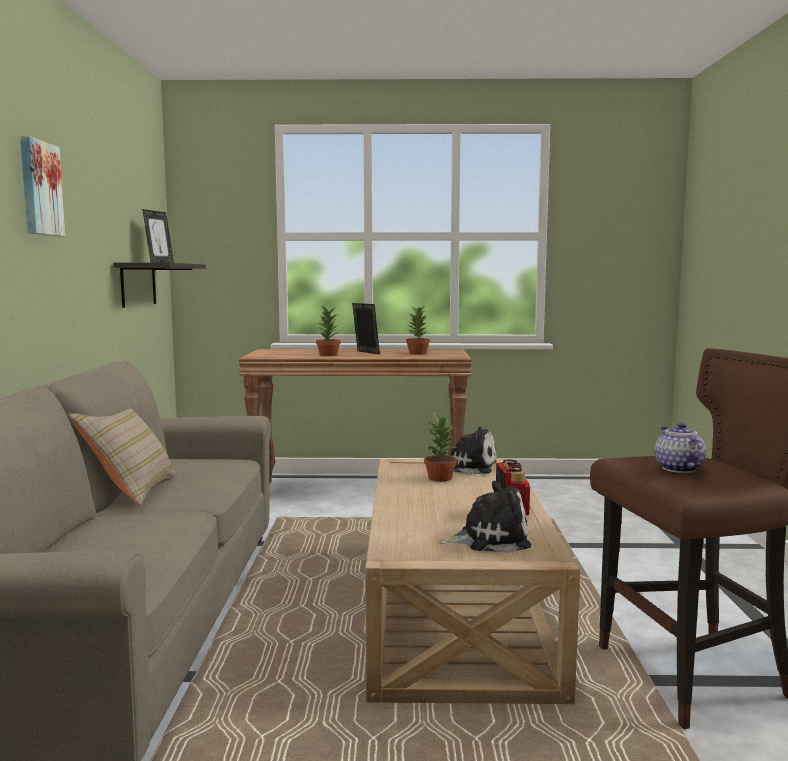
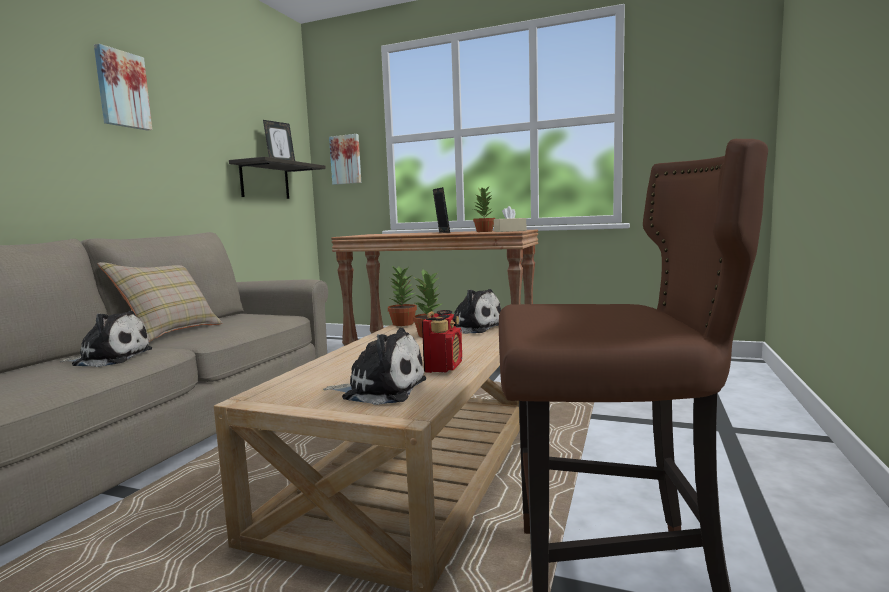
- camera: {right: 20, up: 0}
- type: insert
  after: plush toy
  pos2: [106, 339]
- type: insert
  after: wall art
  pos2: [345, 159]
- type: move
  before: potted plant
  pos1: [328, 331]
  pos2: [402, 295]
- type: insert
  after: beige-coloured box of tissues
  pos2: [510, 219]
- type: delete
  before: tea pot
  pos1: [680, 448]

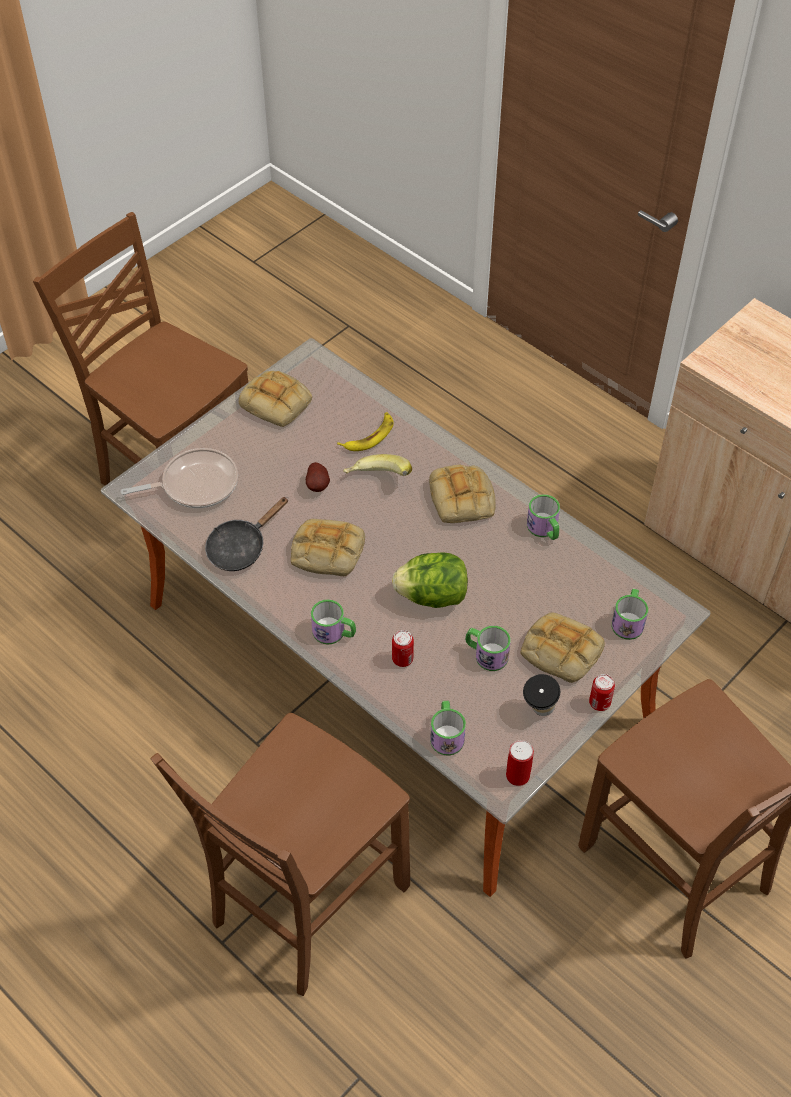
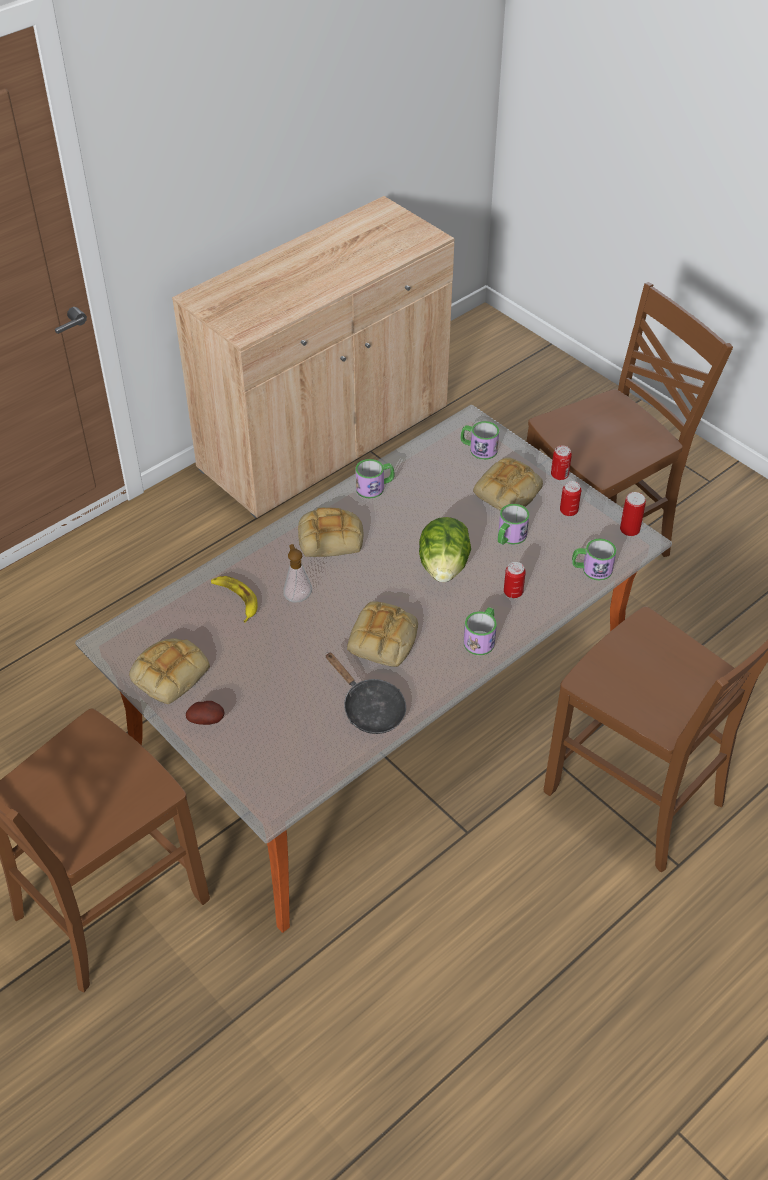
- camera: {right: -85, up: -5}
- type: move
  before: spud
  pos1: [318, 477]
  pos2: [205, 713]
- type: replace
  before: banana fruit
  after: liquid soap bottle
  pos1: [377, 465]
  pos2: [297, 573]
- type: replace
  before: cup
  after: metal can
  pos1: [541, 695]
  pos2: [570, 498]
- type: delete
  before: skillet
  pos1: [179, 478]

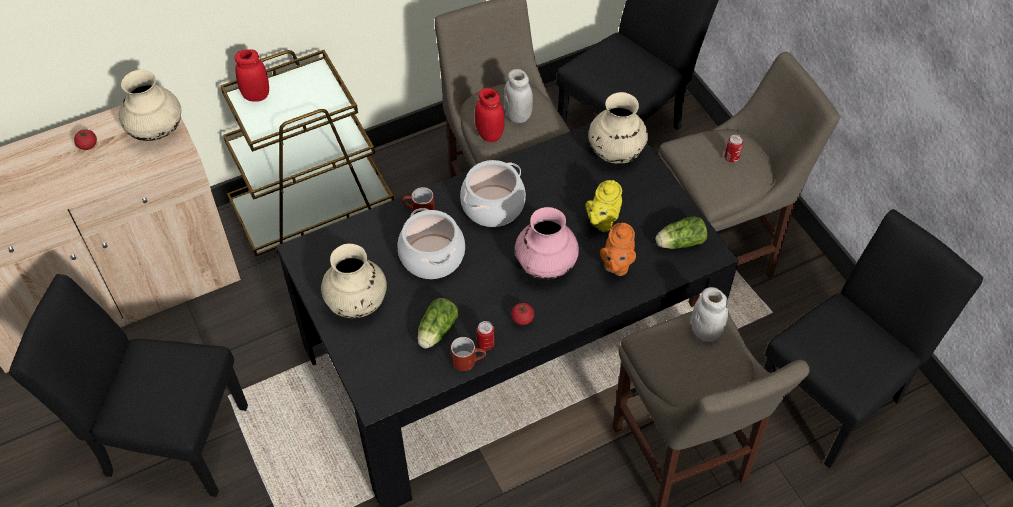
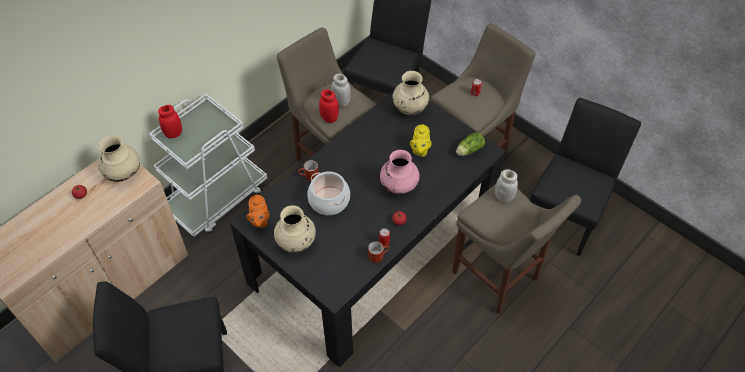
- camera: {right: -20, up: 0}
- type: recolor
  before: brown-coloured cart
  after: white-coloured cart
  pos1: [307, 153]
  pos2: [208, 165]
- type: move
  before: orange tea pot
  pos1: [618, 249]
  pos2: [258, 211]
- type: delete
  before: head of lettuce
  pos1: [437, 323]
- type: delete
  before: cooking pot
  pos1: [493, 193]

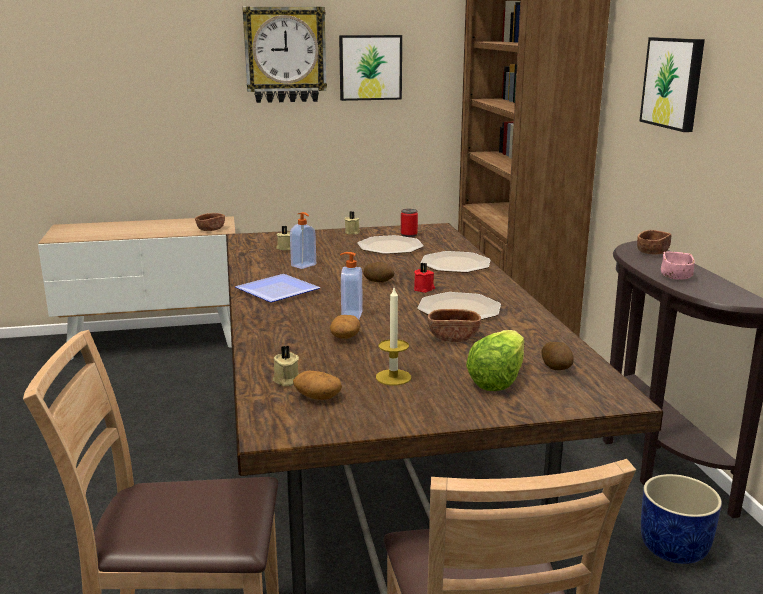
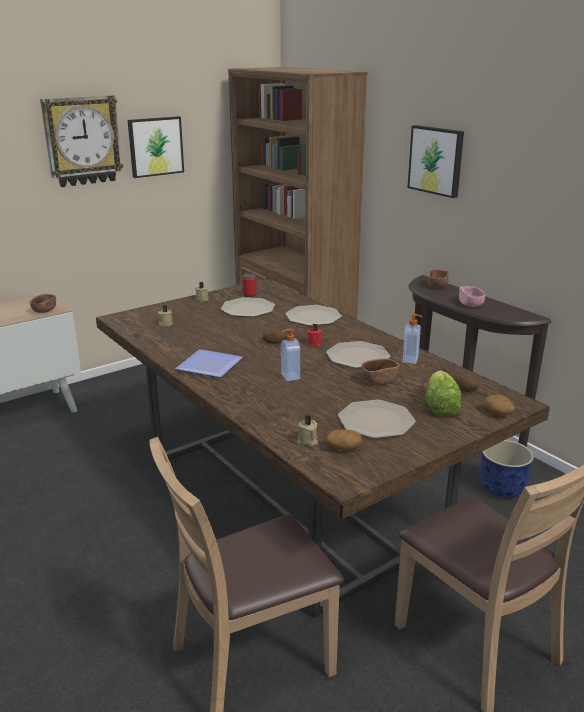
- camera: {right: -25, up: 5}
- type: replace
  before: candle
  after: dinner plate
  pos1: [393, 336]
  pos2: [377, 419]
- type: move
  before: liquid soap bottle
  pos1: [303, 240]
  pos2: [412, 339]
- type: move
  before: spud
  pos1: [345, 327]
  pos2: [499, 405]

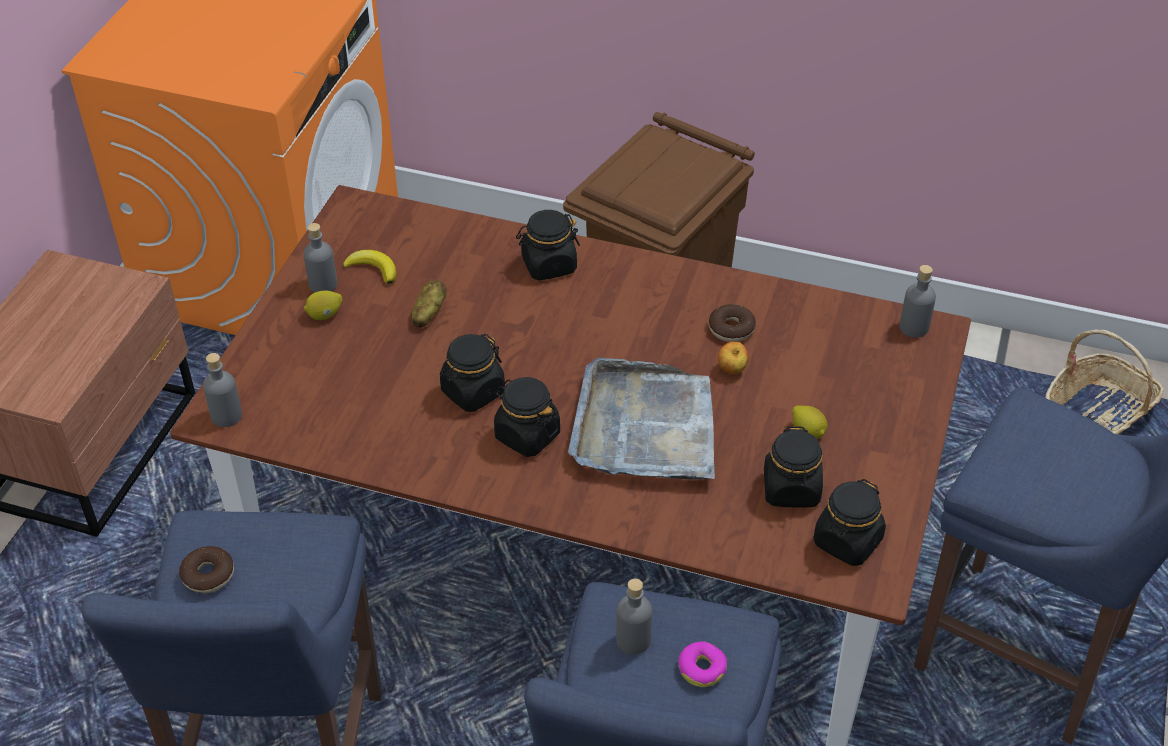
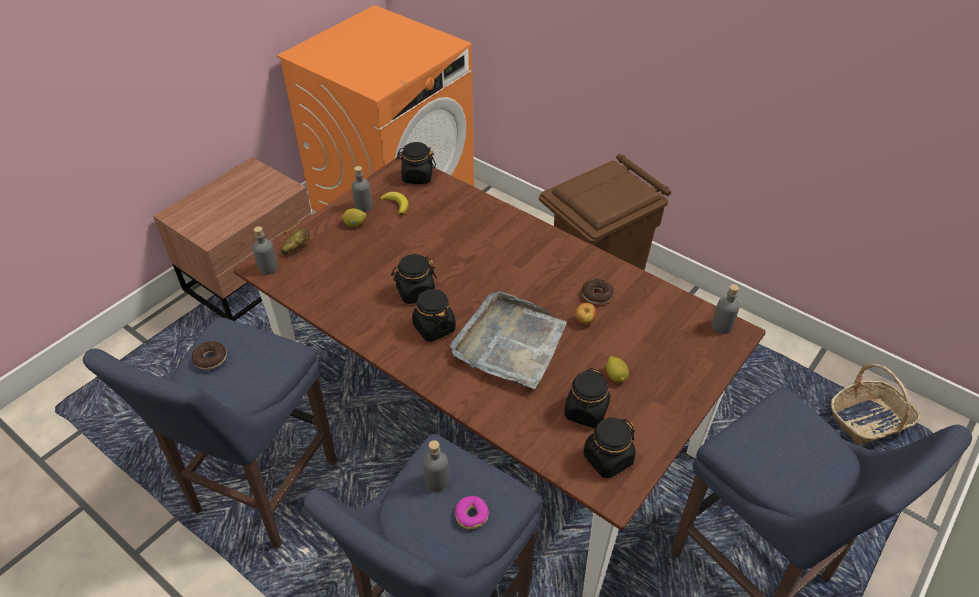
- camera: {right: 20, up: 0}
- type: move
  before: spud
  pos1: [429, 304]
  pos2: [295, 241]
- type: move
  before: black-coloured storage jar
  pos1: [548, 245]
  pos2: [416, 163]

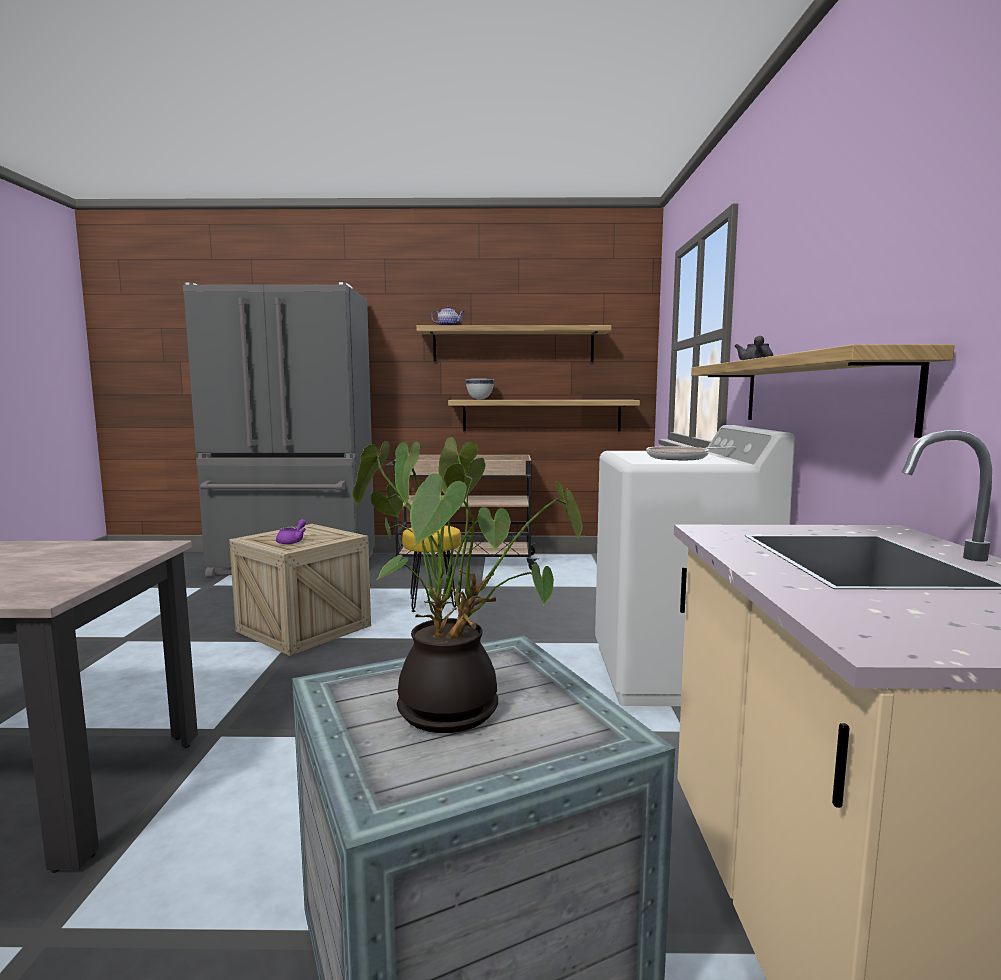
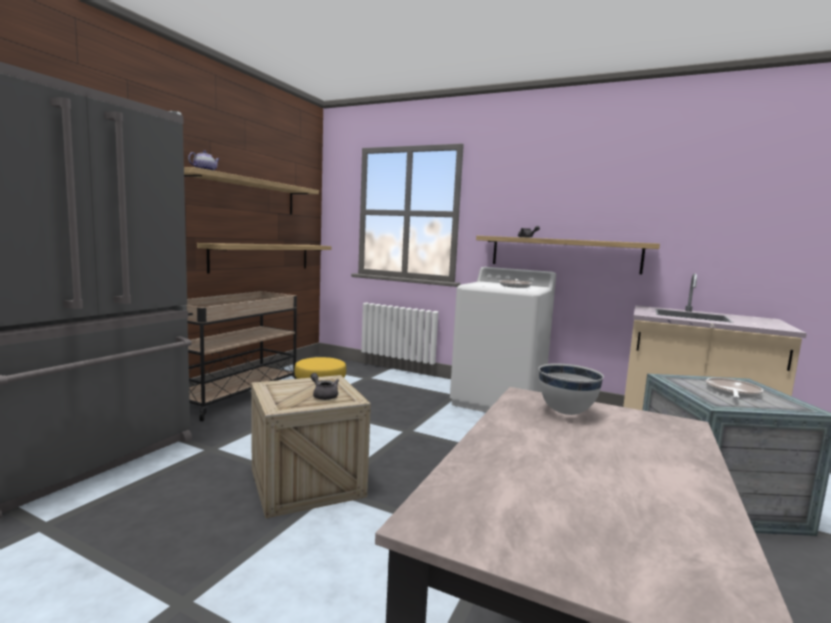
- camera: {right: -65, up: 0}
- type: recolor
  before: purple tea pot
  after: gray tea pot
  pos1: [291, 531]
  pos2: [325, 386]
- type: move
  before: white-coloured deep dish
  pos1: [479, 389]
  pos2: [571, 389]
- type: replace
  before: potted plant
  after: skillet
  pos1: [468, 585]
  pos2: [734, 388]

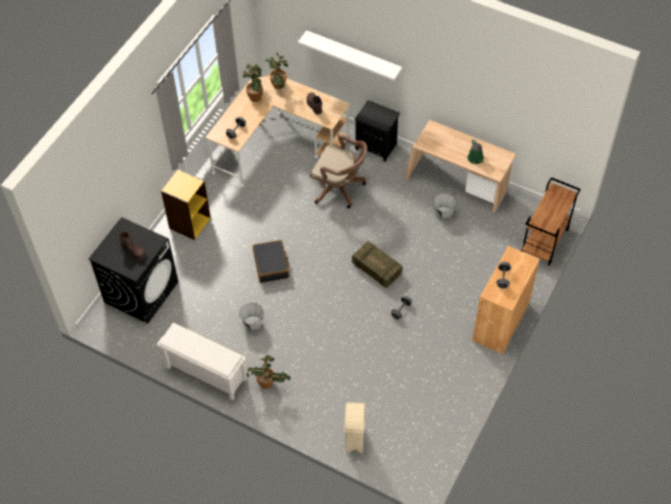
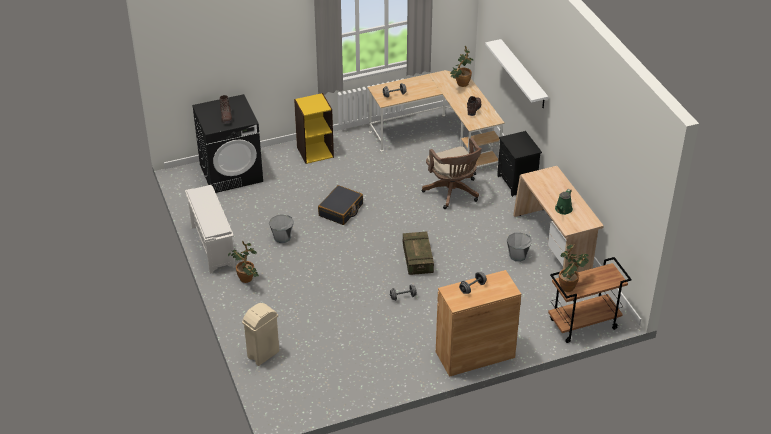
- camera: {right: 40, up: -15}
- type: move
  before: potted plant
  pos1: [253, 82]
  pos2: [574, 268]

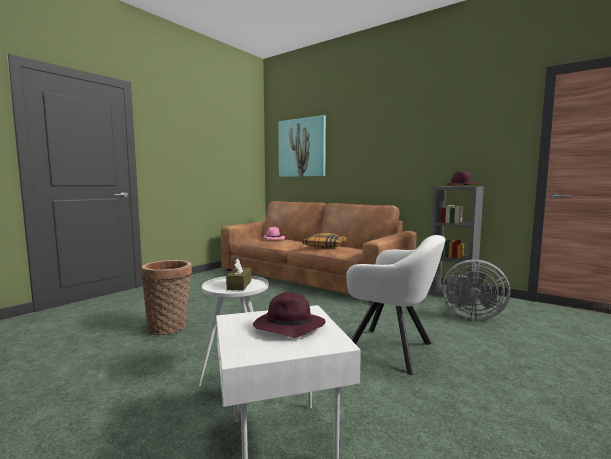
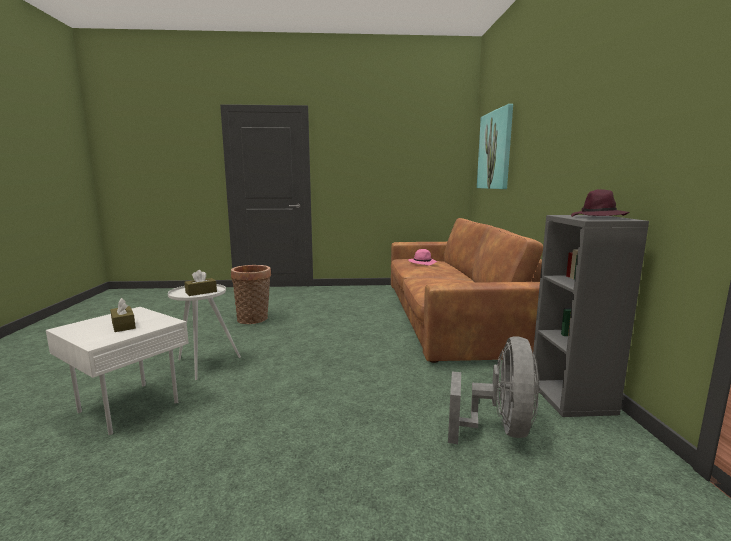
- camera: {right: 50, up: 5}
- type: replace
  before: purple clothing hat
  after: brown-coloured box of tissues
  pos1: [289, 315]
  pos2: [123, 315]
- type: rotate
  before: gray electric fan
  pos1: [476, 289]
  pos2: [494, 390]
  turn: -150
- type: delete
  before: throw pillow
  pos1: [324, 240]
- type: delete
  before: white-coloured lounge chair
  pos1: [396, 305]

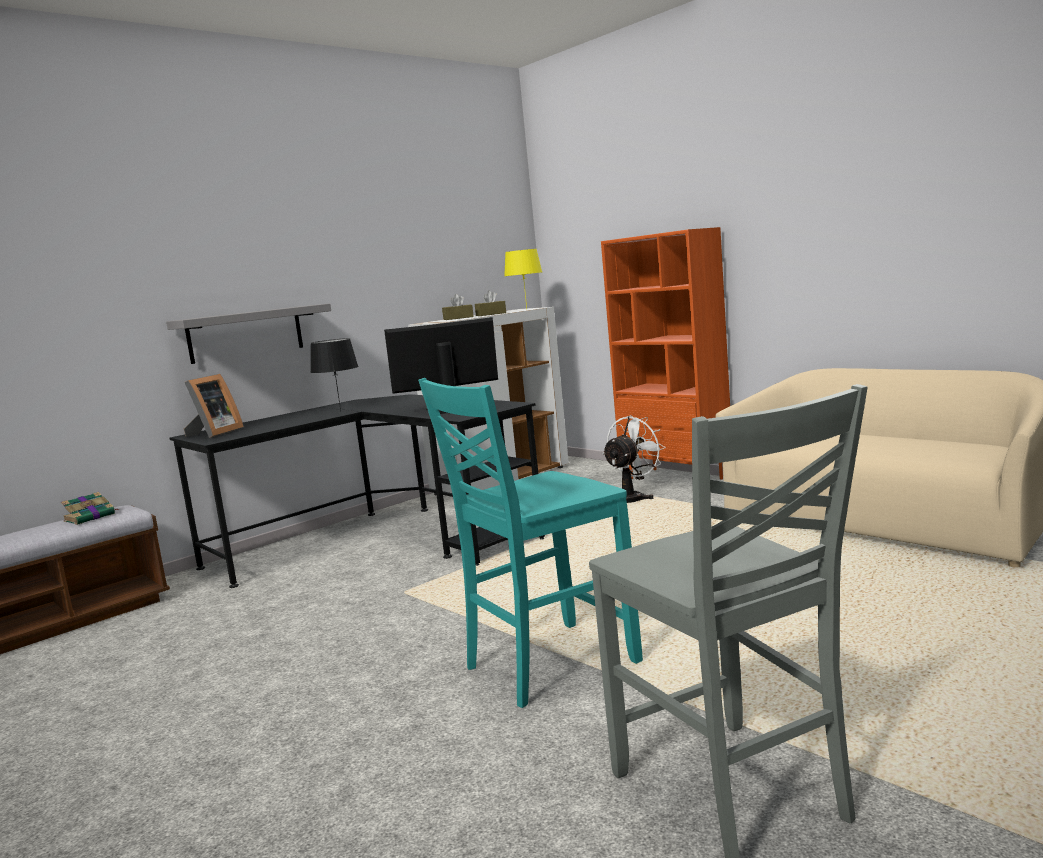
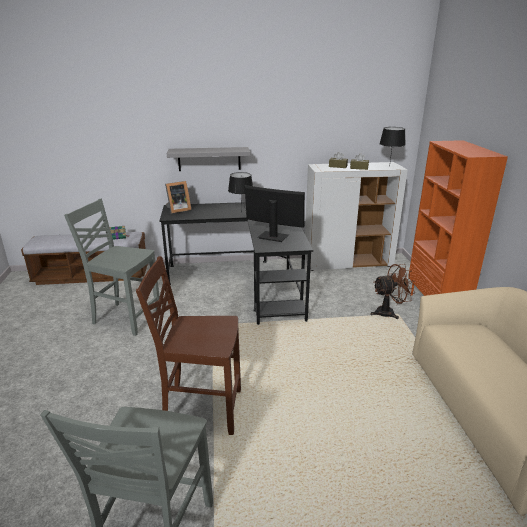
- camera: {right: 35, up: 15}
- type: insert
  after: gray upright chair
  pos2: [112, 267]
- type: recolor
  before: blue-green upright chair
  after: brown-coloured upright chair
  pos1: [530, 543]
  pos2: [188, 345]
- type: recolor
  before: white-coloured electric fan
  after: brown-coloured electric fan
  pos1: [634, 459]
  pos2: [392, 291]
- type: recolor
  before: yellowish lamp for a table
  after: black-coloured lamp for a table
  pos1: [523, 278]
  pos2: [392, 147]

